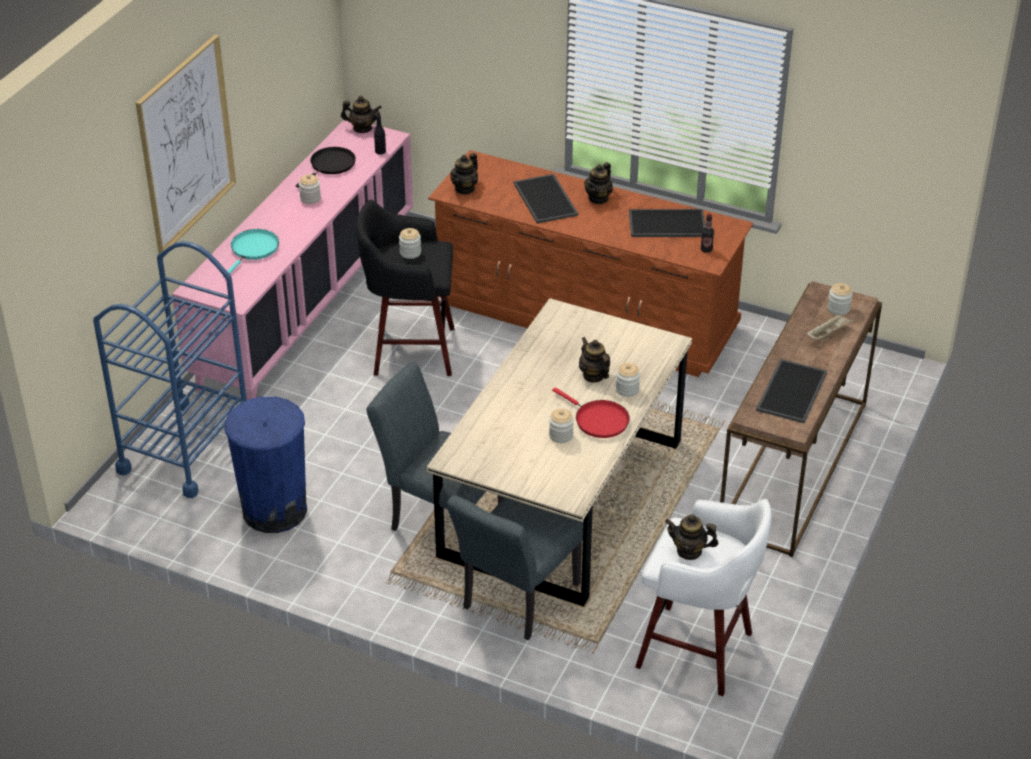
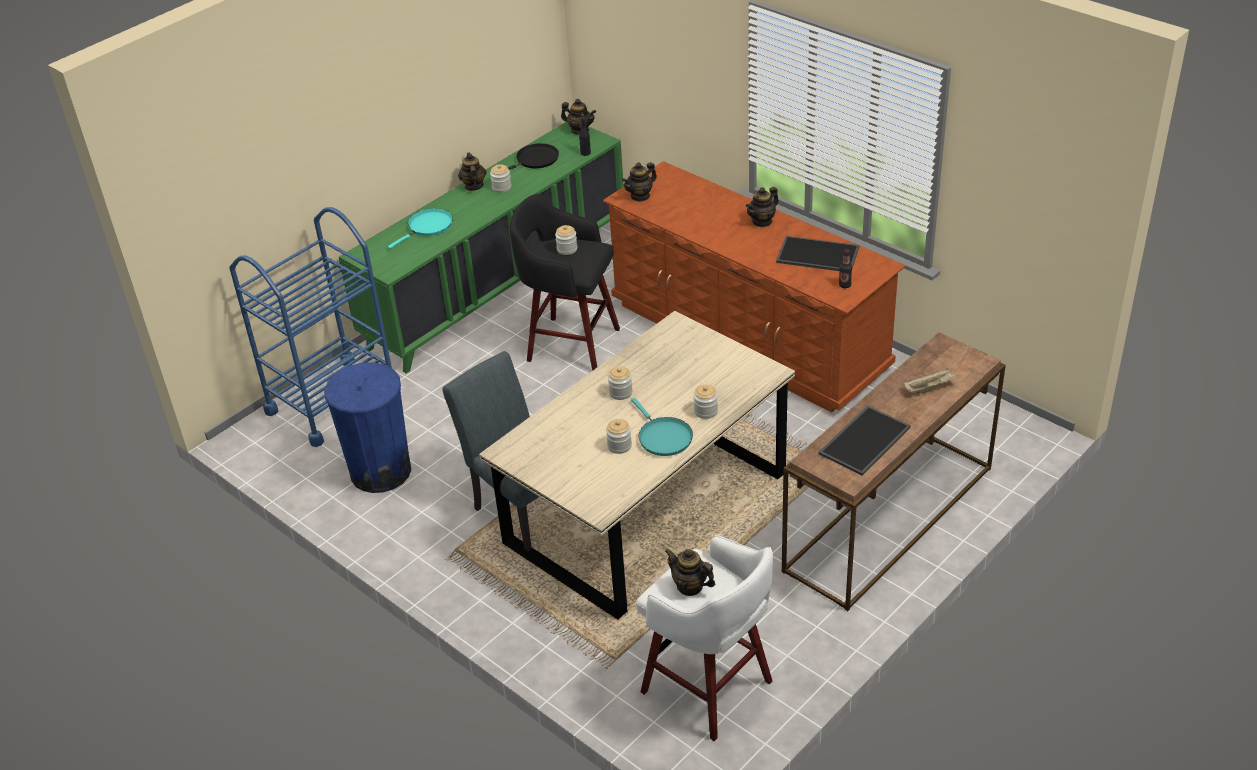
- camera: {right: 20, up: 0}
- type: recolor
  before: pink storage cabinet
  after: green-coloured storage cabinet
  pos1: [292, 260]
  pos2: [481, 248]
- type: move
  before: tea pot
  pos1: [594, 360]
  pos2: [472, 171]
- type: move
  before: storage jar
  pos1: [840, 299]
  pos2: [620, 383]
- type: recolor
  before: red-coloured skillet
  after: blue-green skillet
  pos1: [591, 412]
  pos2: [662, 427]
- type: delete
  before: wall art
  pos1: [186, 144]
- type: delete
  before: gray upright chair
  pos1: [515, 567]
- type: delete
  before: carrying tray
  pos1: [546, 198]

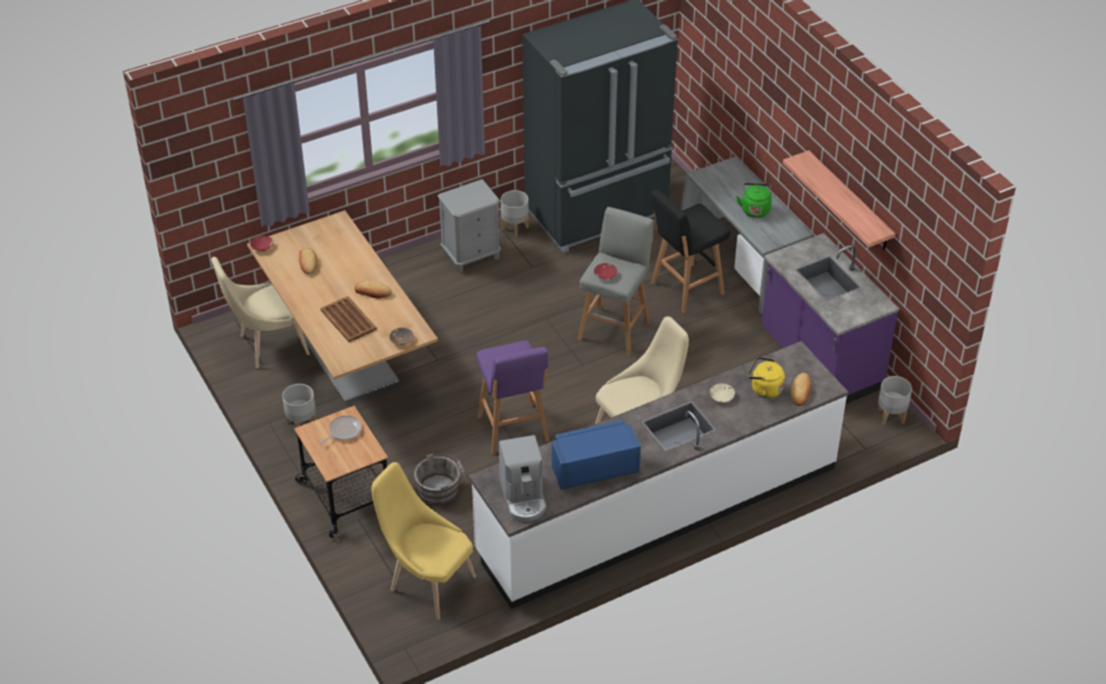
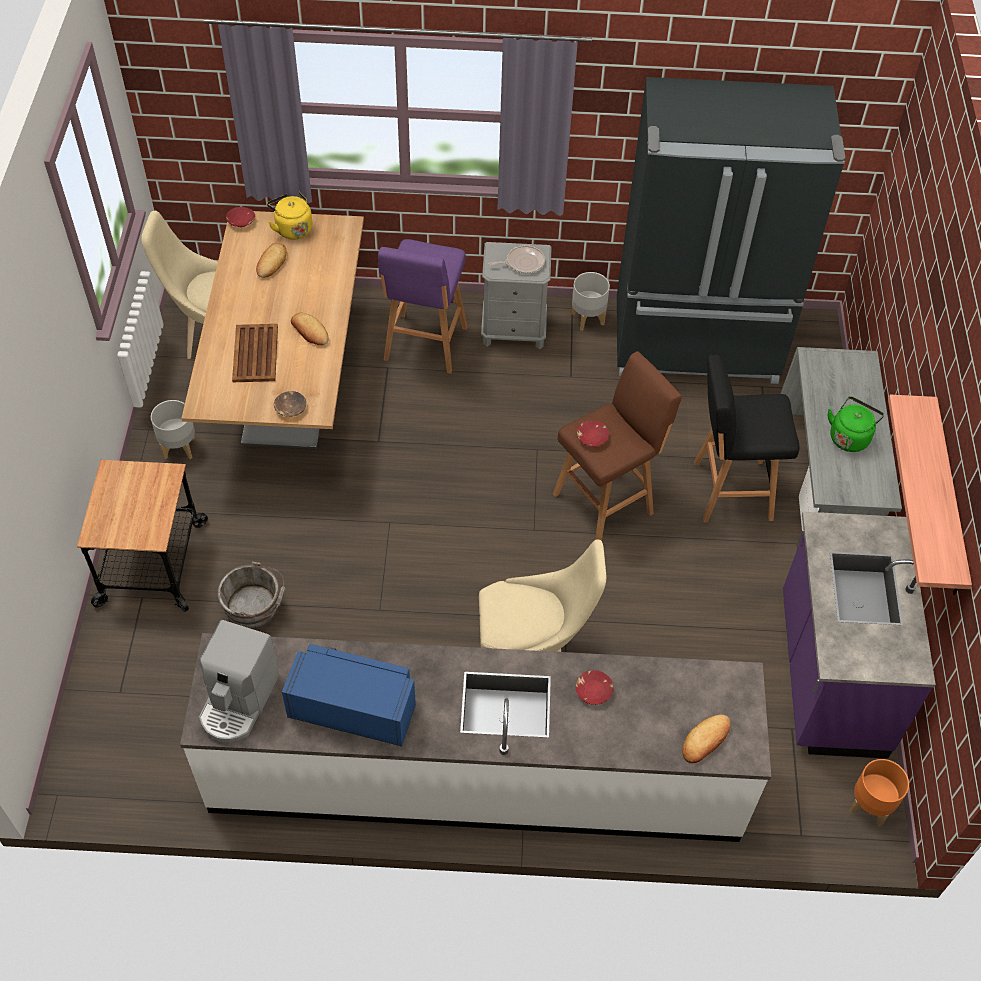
- camera: {right: 30, up: 10}
- type: move
  before: yellowish water kettle
  pos1: [766, 377]
  pos2: [290, 216]
- type: move
  before: purple sitting stool
  pos1: [513, 398]
  pos2: [422, 306]
- type: move
  before: skillet
  pos1: [340, 429]
  pos2: [517, 259]
- type: recolor
  before: gray sitting stool
  after: brown-coloured sitting stool
  pos1: [616, 281]
  pos2: [617, 446]
- type: recolor
  before: beige-coloured deep dish
  after: red-coloured deep dish
  pos1: [722, 393]
  pos2: [595, 687]
- type: recolor
  before: gray flower pot
  after: orange flower pot
  pos1: [895, 400]
  pos2: [879, 793]
- type: delete
  before: yellowish upright chair
  pos1: [423, 541]

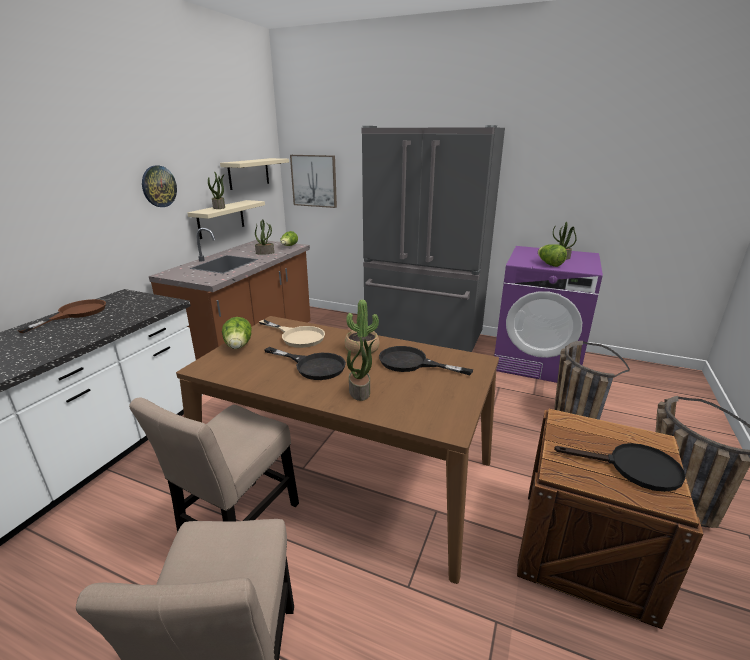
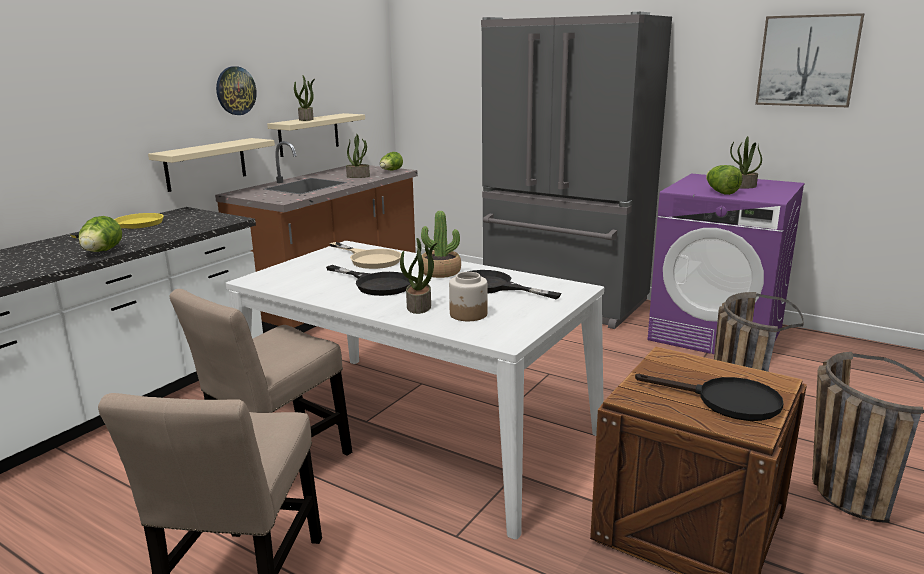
- camera: {right: 10, up: -5}
- type: recolor
  before: brown-coloured skillet
  after: yellowish skillet
  pos1: [61, 316]
  pos2: [117, 225]
- type: move
  before: head of lettuce
  pos1: [237, 333]
  pos2: [100, 234]
- type: move
  before: beige-coloured shelf
  pos1: [254, 174]
  pos2: [211, 165]
- type: recolor
  before: brown-coloured dining table
  after: white-coloured dining table
  pos1: [337, 450]
  pos2: [415, 390]
- type: insert
  after: storage jar
  pos2: [468, 296]
- type: move
  before: wall art
  pos1: [313, 181]
  pos2: [809, 60]

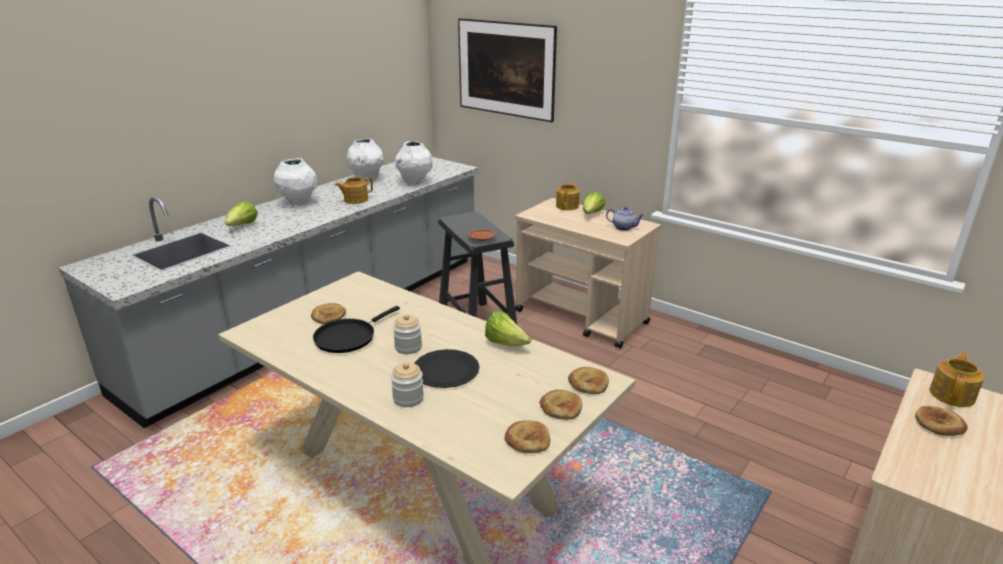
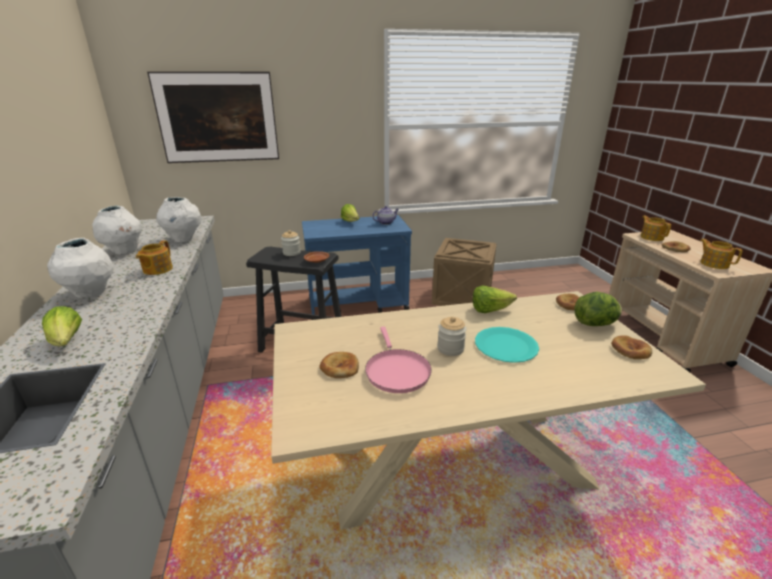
- camera: {right: -50, up: 0}
- type: move
  before: storage jar
  pos1: [407, 384]
  pos2: [291, 243]
- type: recolor
  before: beige-coloured cart
  after: blue cart
  pos1: [588, 273]
  pos2: [357, 267]
- type: recolor
  before: black-coloured skillet
  after: pink skillet
  pos1: [356, 329]
  pos2: [398, 359]
- type: insert
  after: crate
  pos2: [464, 272]
- type: recolor
  before: black-coloured dinner plate
  after: blue-green dinner plate
  pos1: [447, 368]
  pos2: [507, 345]
- type: replace
  before: bread
  after: head of lettuce
  pos1: [560, 405]
  pos2: [598, 309]
- type: move
  before: tea pot
  pos1: [568, 196]
  pos2: [721, 254]

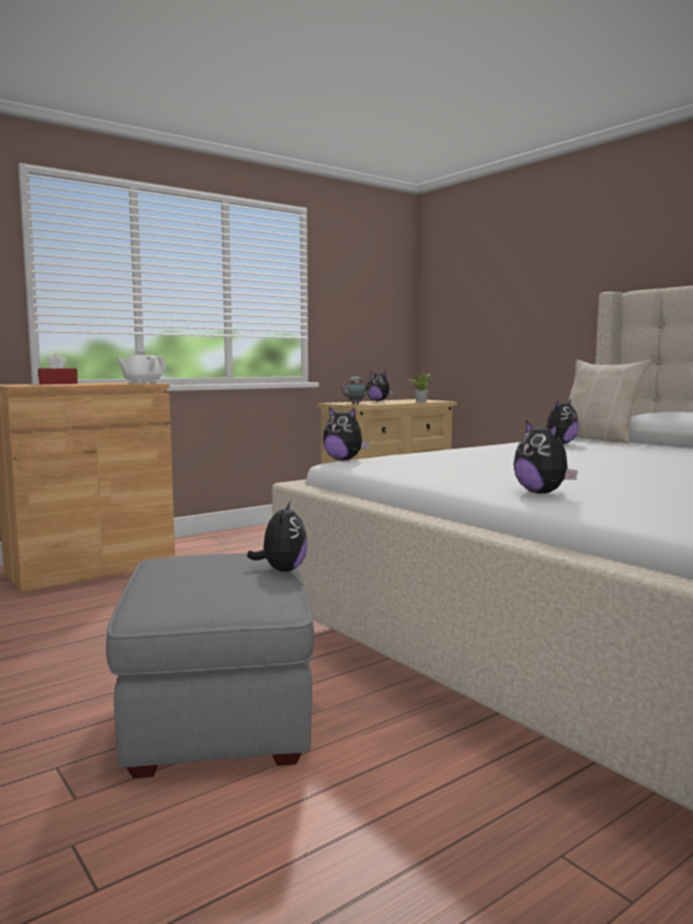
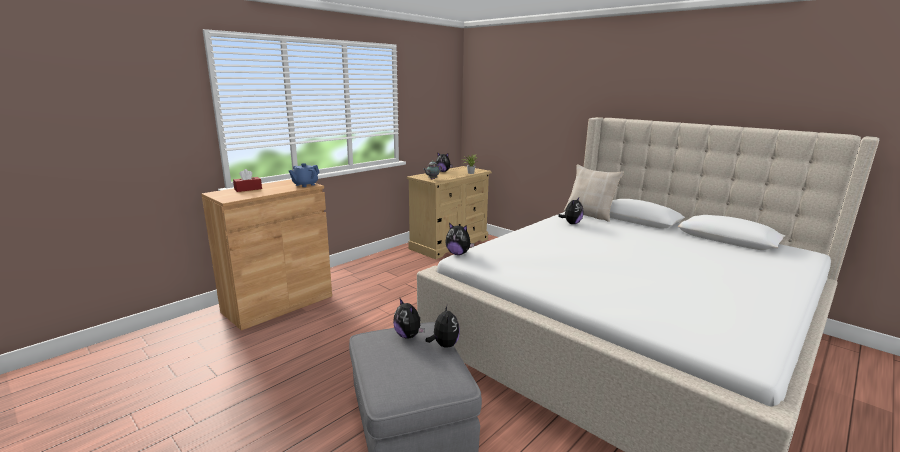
- camera: {right: -10, up: 10}
- type: recolor
  before: white-coloured tea pot
  after: blue tea pot
  pos1: [141, 367]
  pos2: [304, 175]
- type: move
  before: plush toy
  pos1: [545, 457]
  pos2: [409, 319]

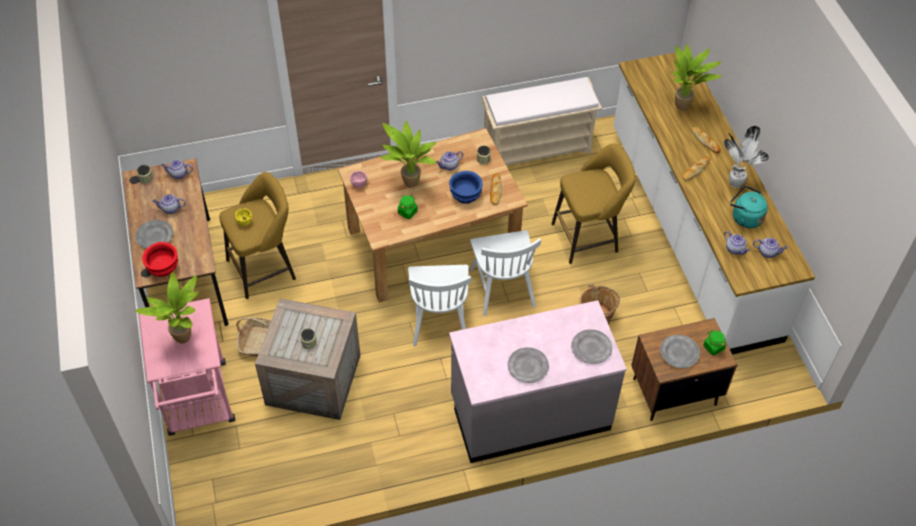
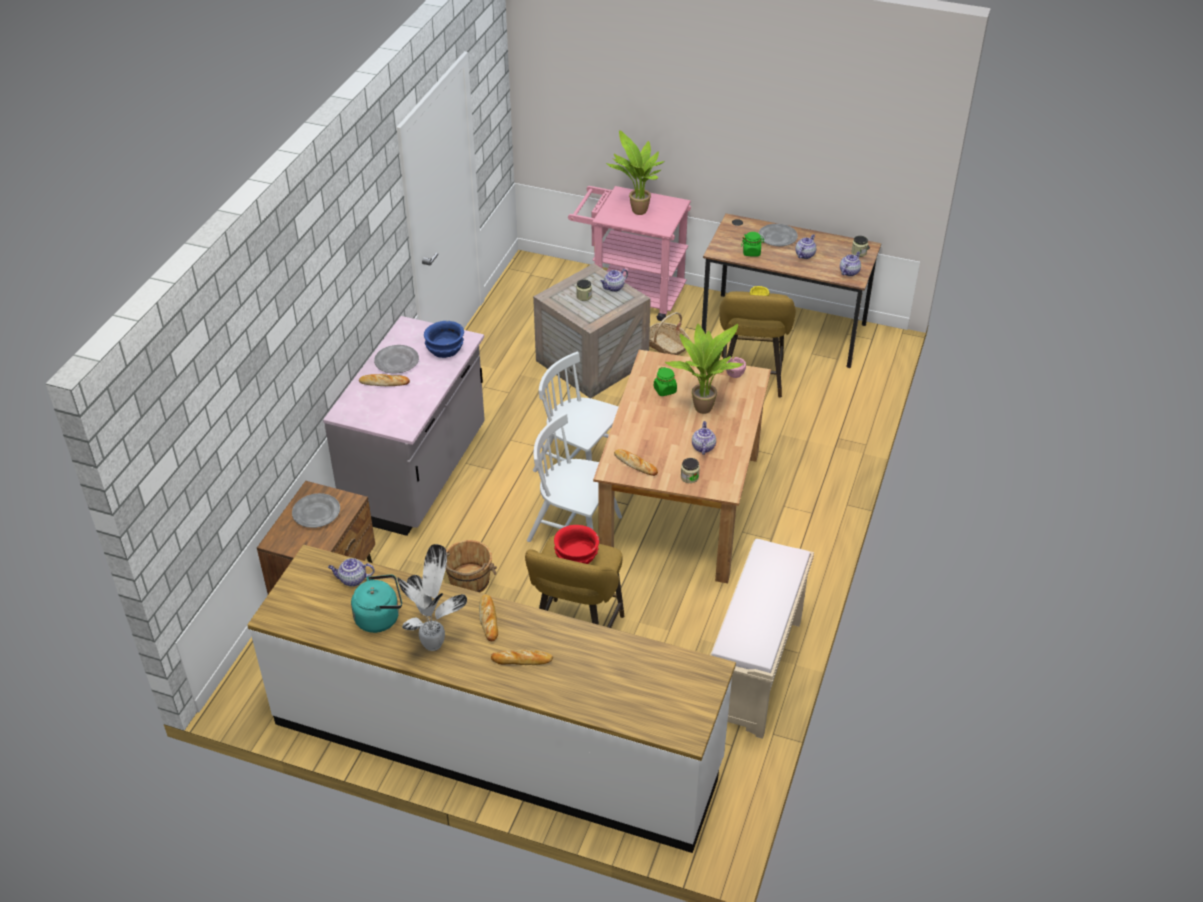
- camera: {right: 125, up: -10}
- type: insert
  after: bread
  pos2: [384, 380]
- type: move
  before: blue deep dish
  pos1: [466, 187]
  pos2: [444, 339]
- type: move
  before: red-coloured deep dish
  pos1: [160, 259]
  pos2: [576, 544]
- type: move
  before: tea pot
  pos1: [770, 248]
  pos2: [614, 280]
- type: move
  before: green-coloured storage jar
  pos1: [714, 342]
  pos2: [752, 244]
- type: delete
  before: gray dinner plate
  pos1: [591, 346]
- type: delete
  before: potted plant
  pos1: [696, 77]

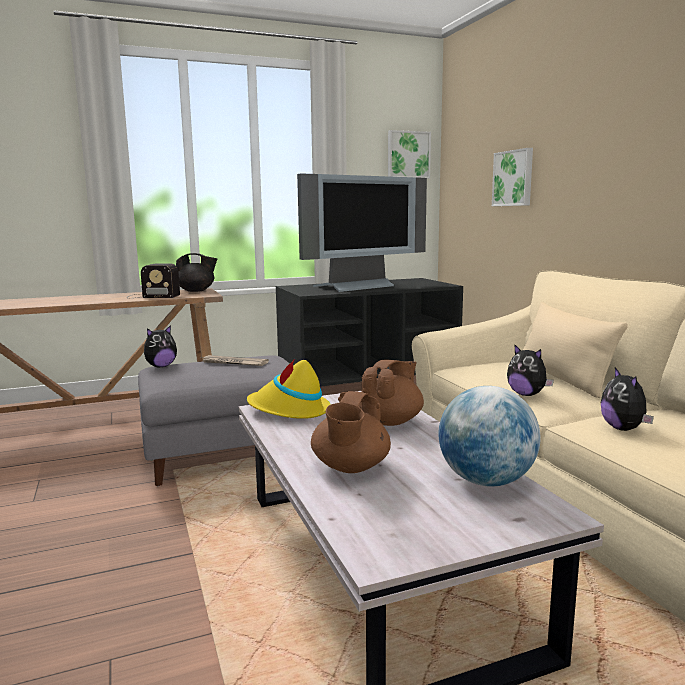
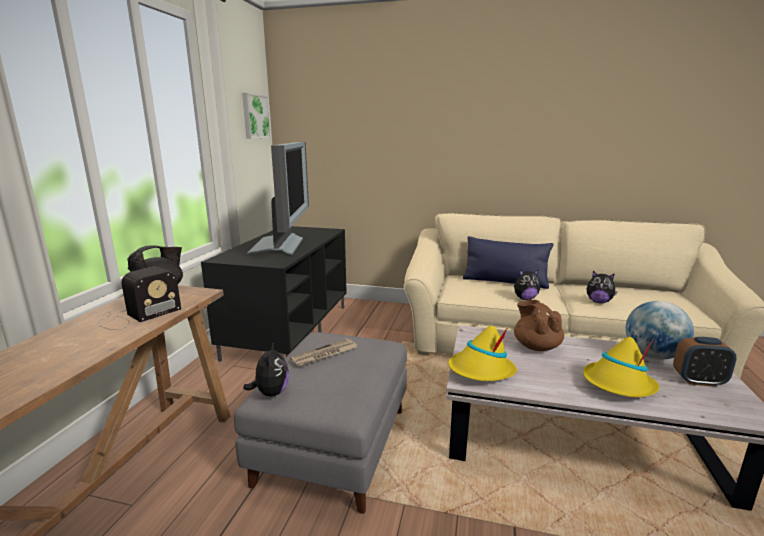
- camera: {right: -55, up: 5}
- type: recolor
  before: beige-coloured throw pillow
  after: blue throw pillow
  pos1: [575, 350]
  pos2: [508, 262]
- type: replace
  before: brown-coloured tea pot
  after: yellowish clothing hat
  pos1: [351, 432]
  pos2: [621, 367]
- type: insert
  after: table clock
  pos2: [705, 362]
- type: delete
  before: wall art
  pos1: [512, 177]

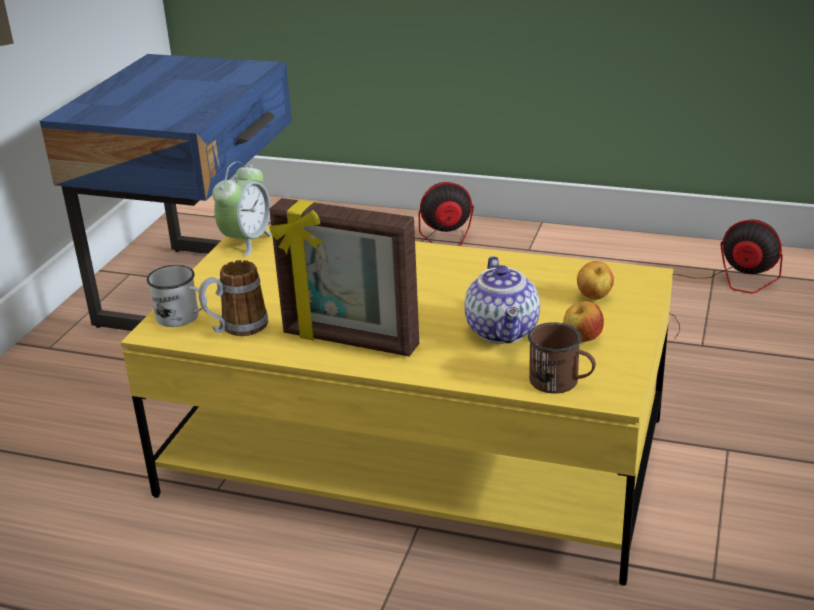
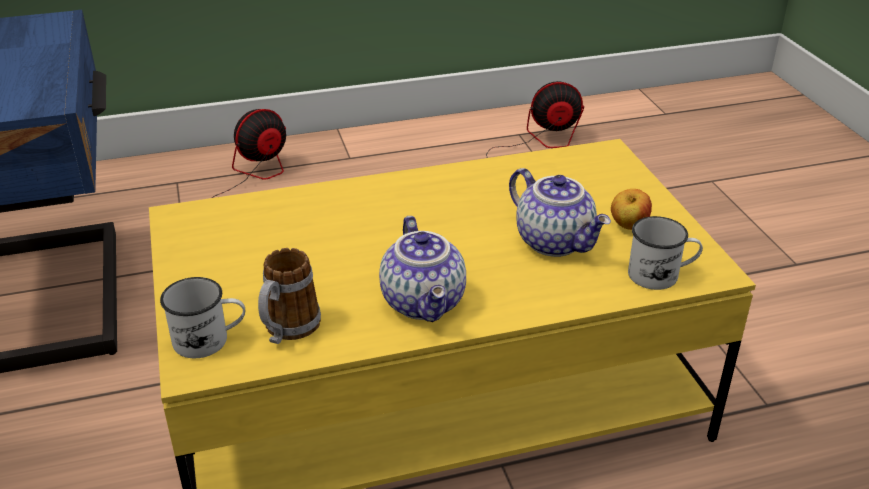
- camera: {right: -35, up: 5}
- type: replace
  before: standing frame
  after: tea pot
  pos1: [344, 277]
  pos2: [422, 269]
- type: recolor
  before: brown-coloured coffee mug
  after: white-coloured coffee mug
  pos1: [562, 358]
  pos2: [665, 253]
- type: delete
  before: table clock
  pos1: [242, 209]
- type: delete
  before: whole apple
  pos1: [595, 280]

